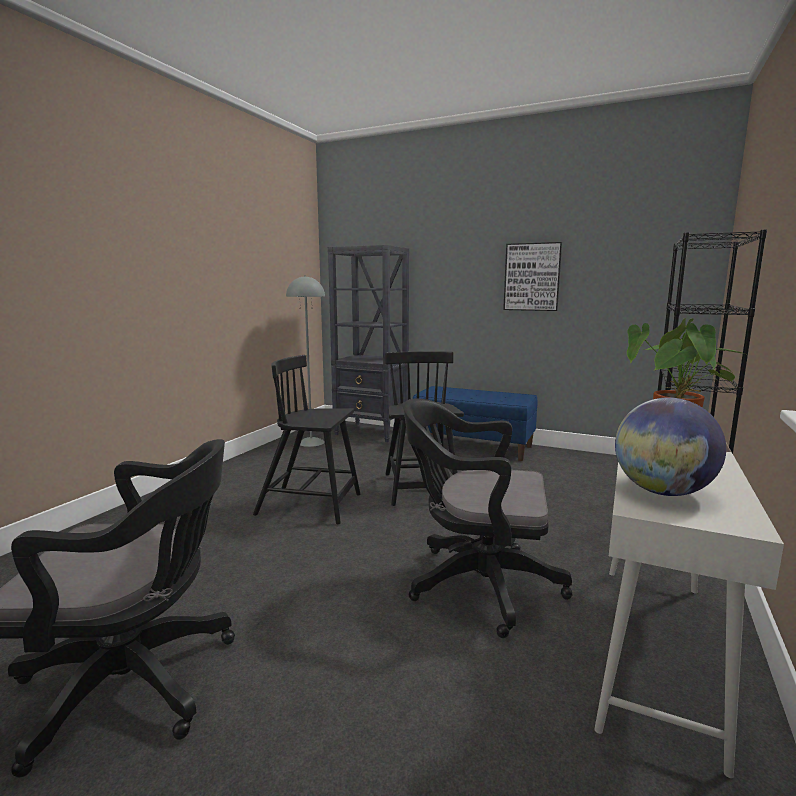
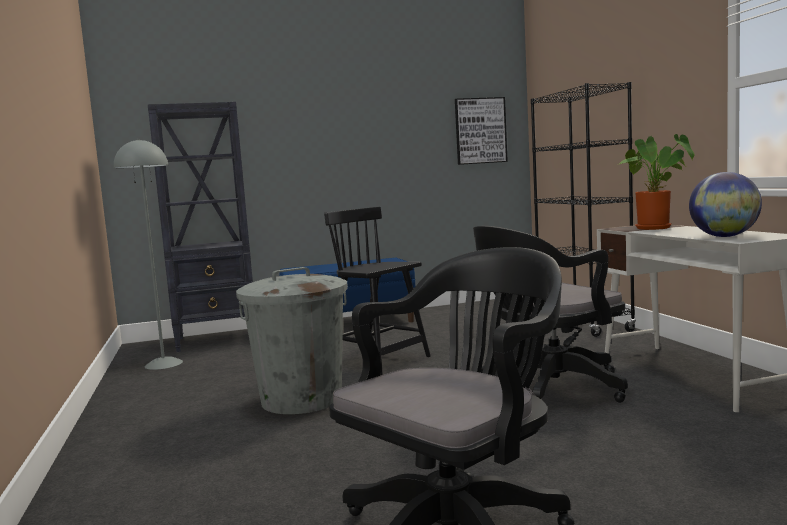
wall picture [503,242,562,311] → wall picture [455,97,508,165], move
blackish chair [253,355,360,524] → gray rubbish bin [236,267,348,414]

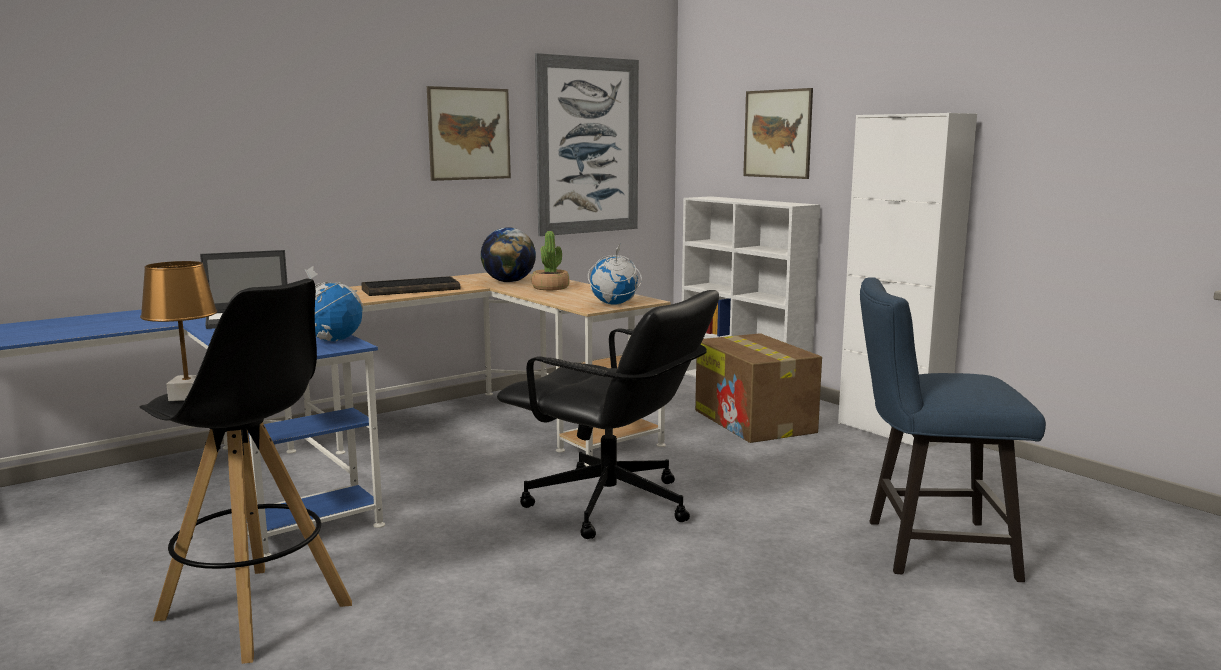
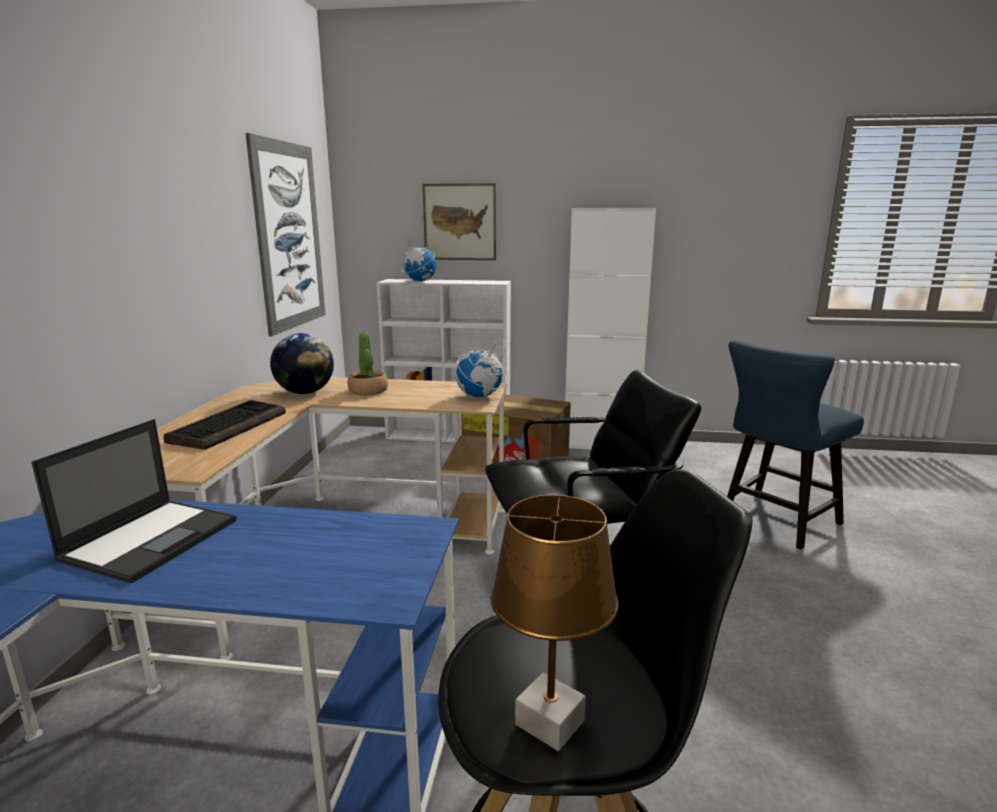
wall picture [427,86,511,181] → -
desk globe [305,266,363,341] → desk globe [402,237,436,281], move

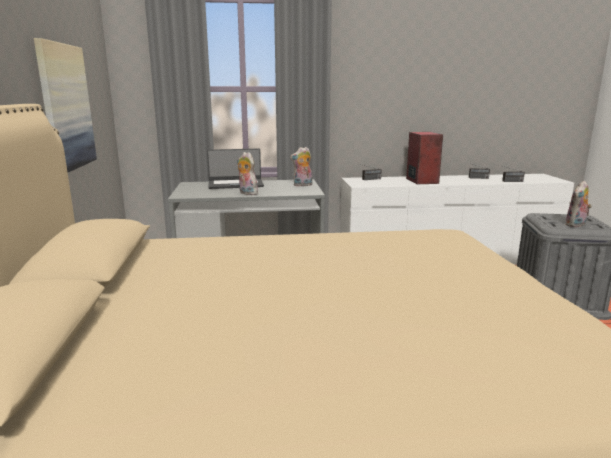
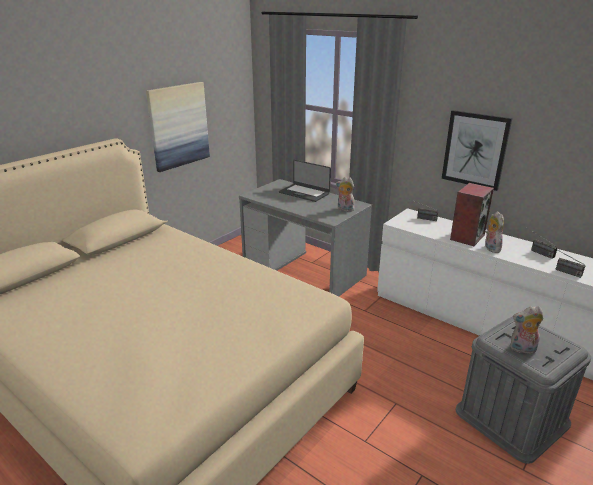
- → wall picture [442,110,512,191]
plush toy [237,152,258,195] → plush toy [485,211,504,253], move

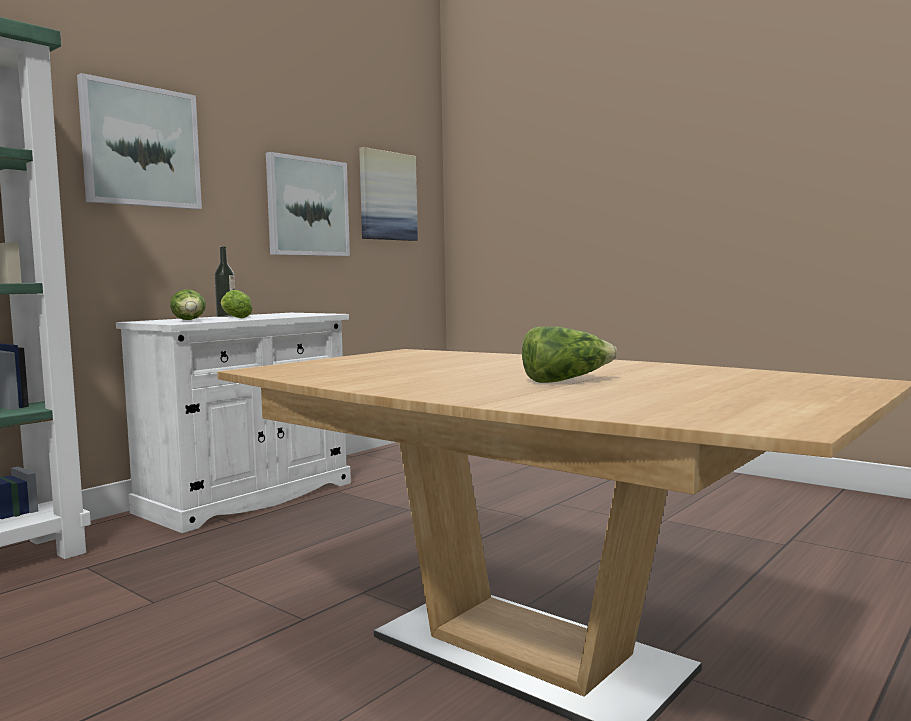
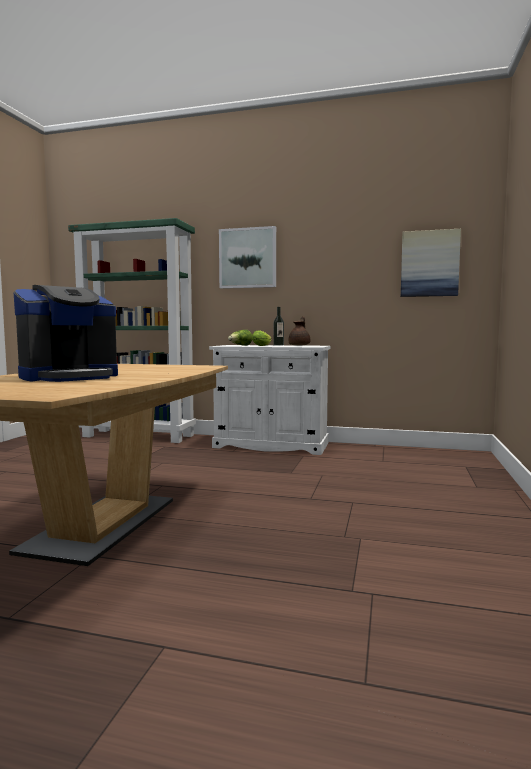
wall picture [266,152,350,256] → -
- → brown teapot [289,316,311,346]
lettuce head [522,327,617,383] → coffee brewer [14,285,118,382]

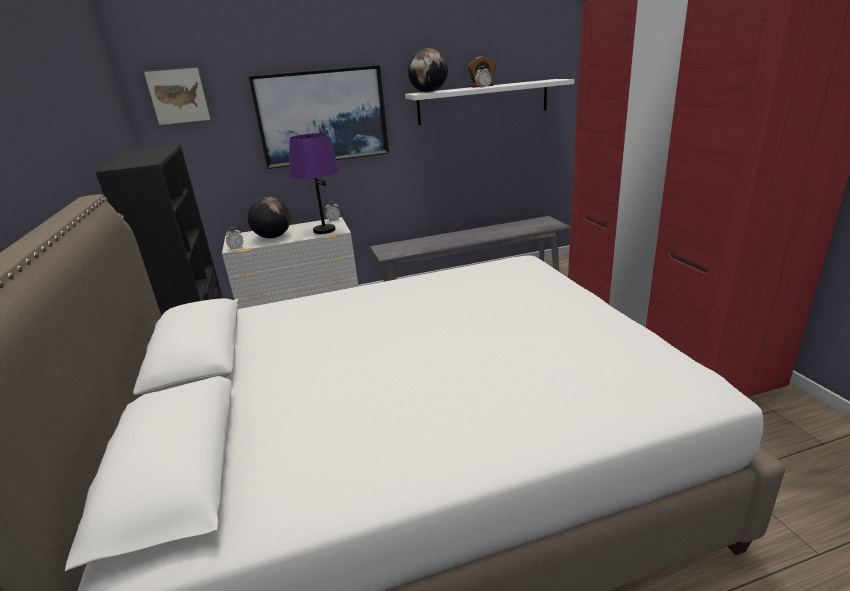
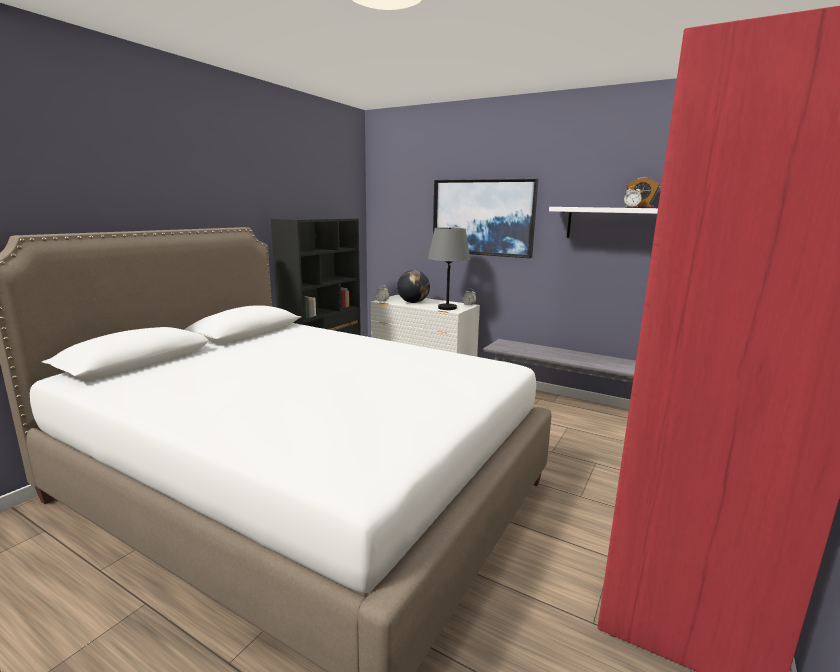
wall picture [142,66,212,126] → -
desk globe [408,48,448,92] → -
purplish lamp for a table [289,133,340,234] → gray lamp for a table [428,227,470,310]

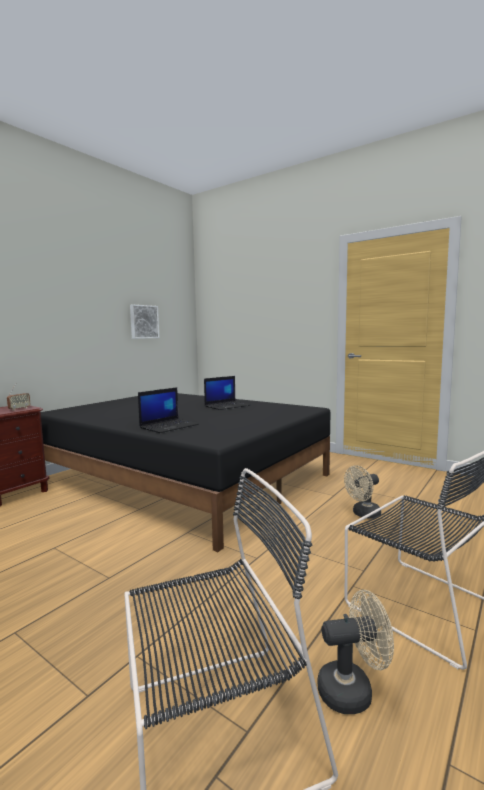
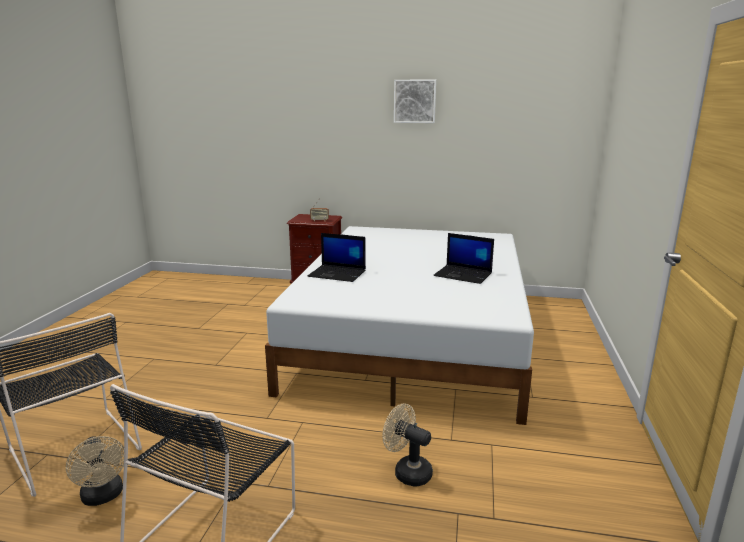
wall picture [130,304,160,339] → wall picture [394,80,436,123], move
blackish bedroom bed [41,393,330,552] → white bedroom bed [265,226,534,425]

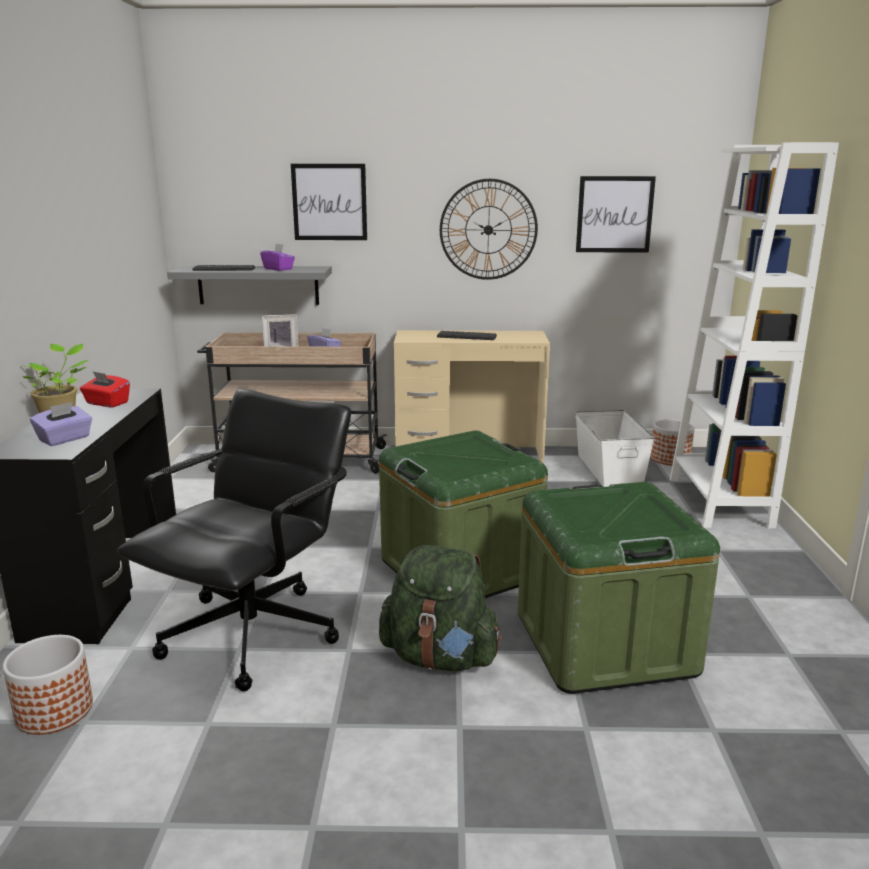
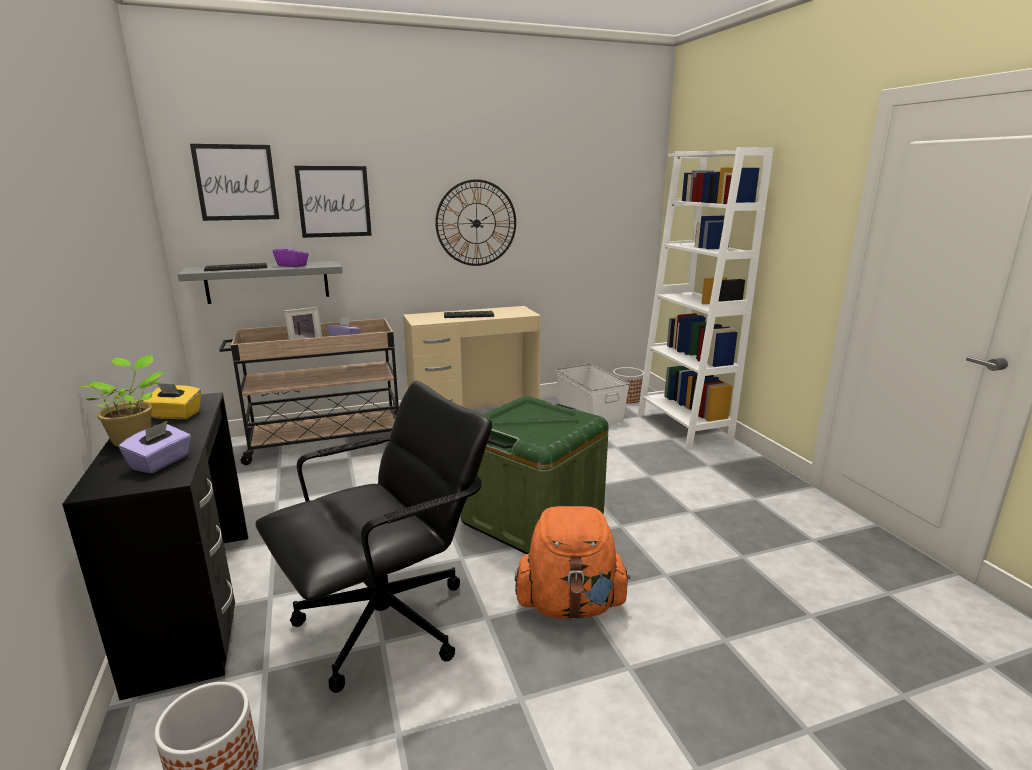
green-coloured storage container [518,482,720,694] → -
wall picture [576,176,656,253] → wall picture [190,144,279,221], move
reddish box of tissues [80,371,130,408] → yellow box of tissues [143,383,201,419]
green-coloured knapsack [379,545,502,671] → orange-coloured knapsack [515,506,631,620]
blackish office chair [117,389,351,691] → blackish office chair [255,381,492,693], 45 degrees clockwise

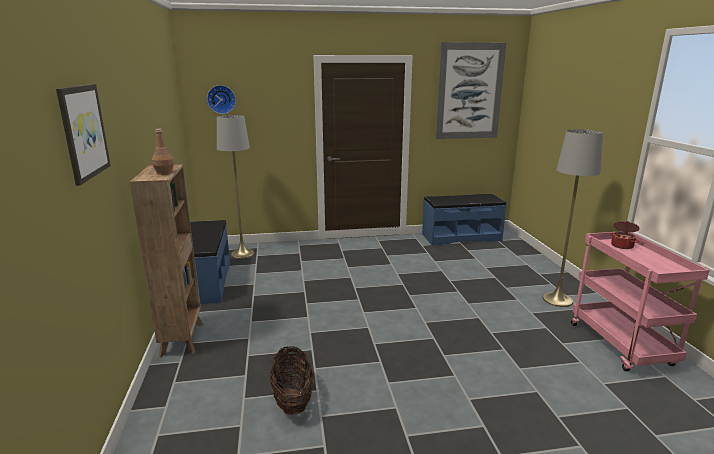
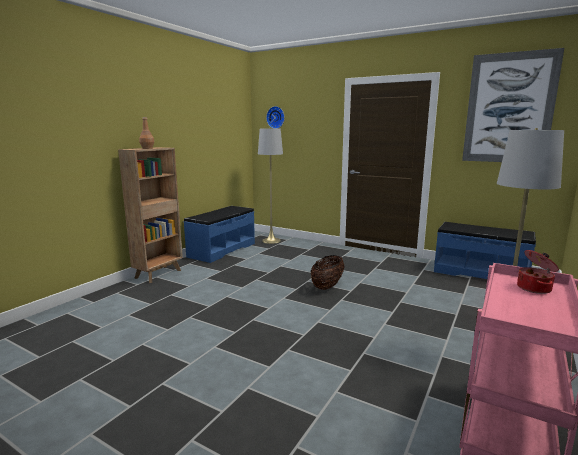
wall picture [56,84,111,186] → -
basket [270,346,313,415] → basket [311,255,345,290], move

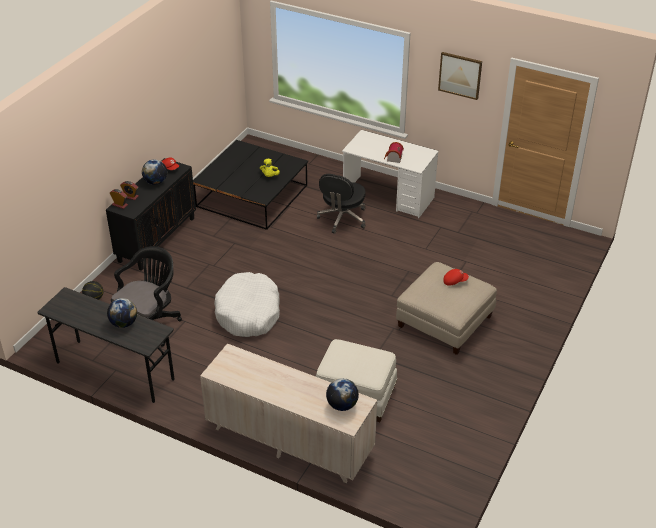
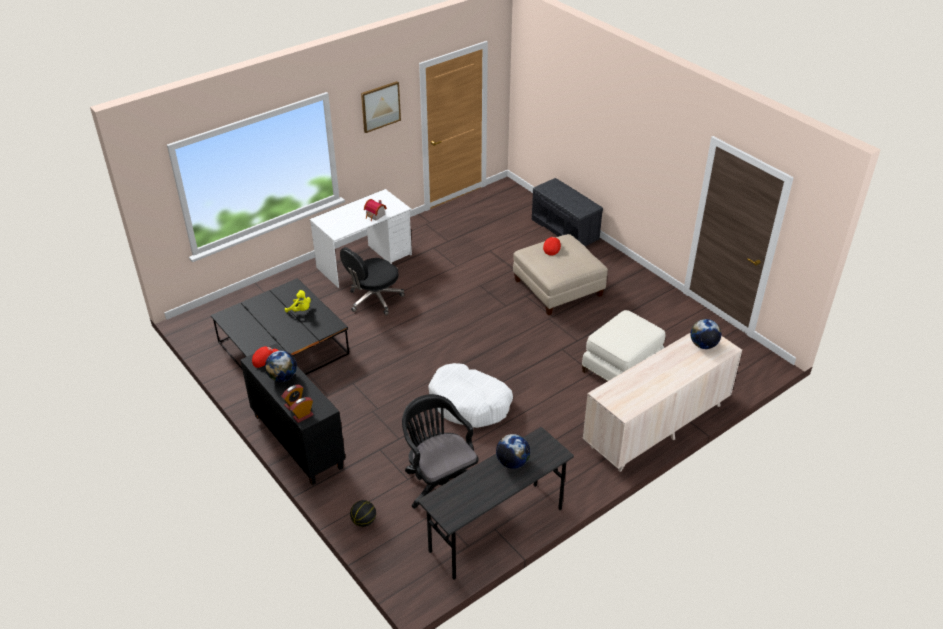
- → gray indoor bench [532,178,603,246]
blackish office chair [317,174,366,234] → blackish office chair [340,247,405,315], 90 degrees clockwise

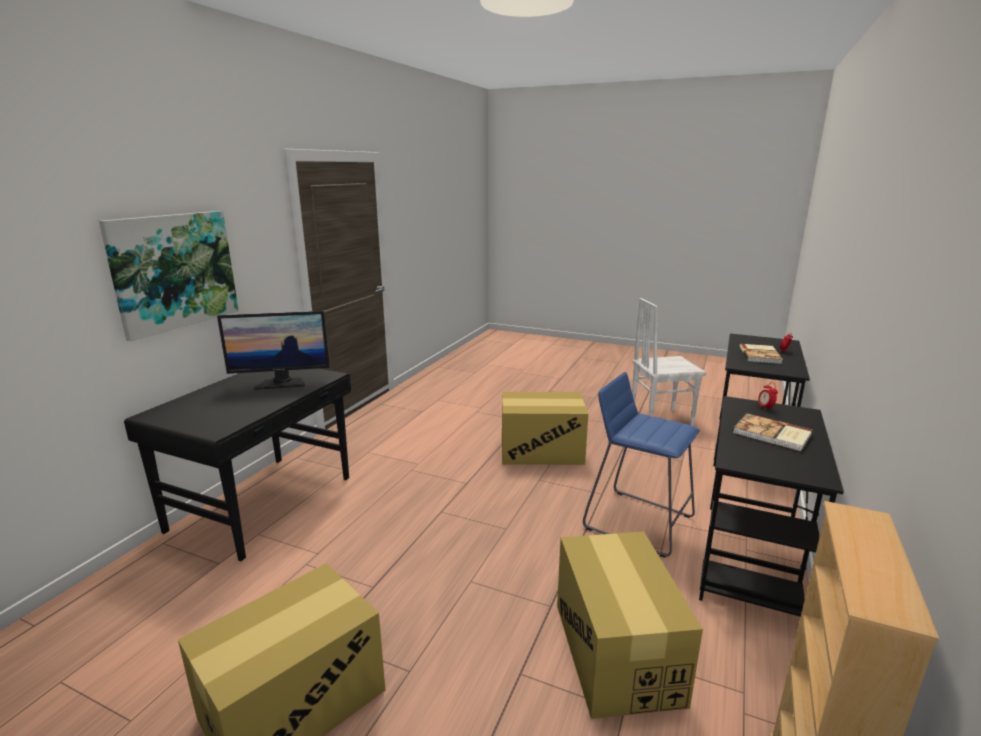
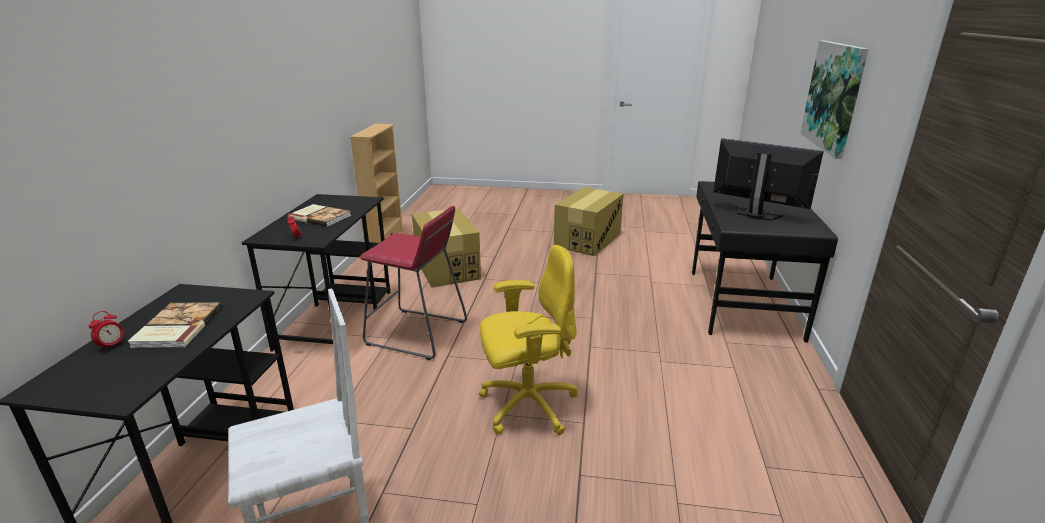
carton [502,392,588,465] → yellow office chair [479,245,578,435]
blue stool [583,372,700,558] → reddish stool [359,206,467,360]
computer screen [217,311,330,389] → computer screen [713,138,824,221], 60 degrees clockwise

